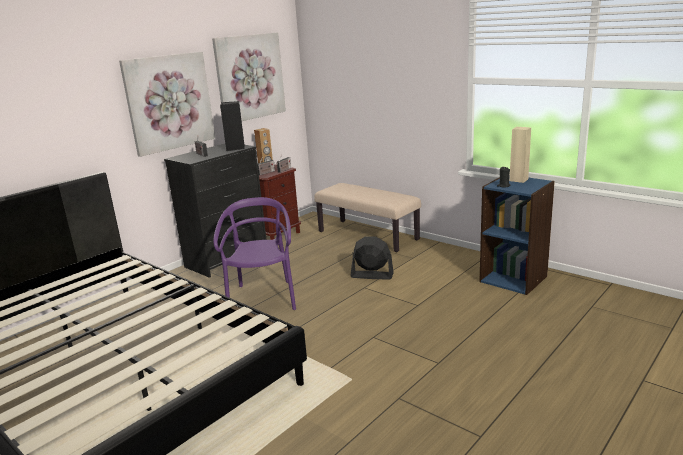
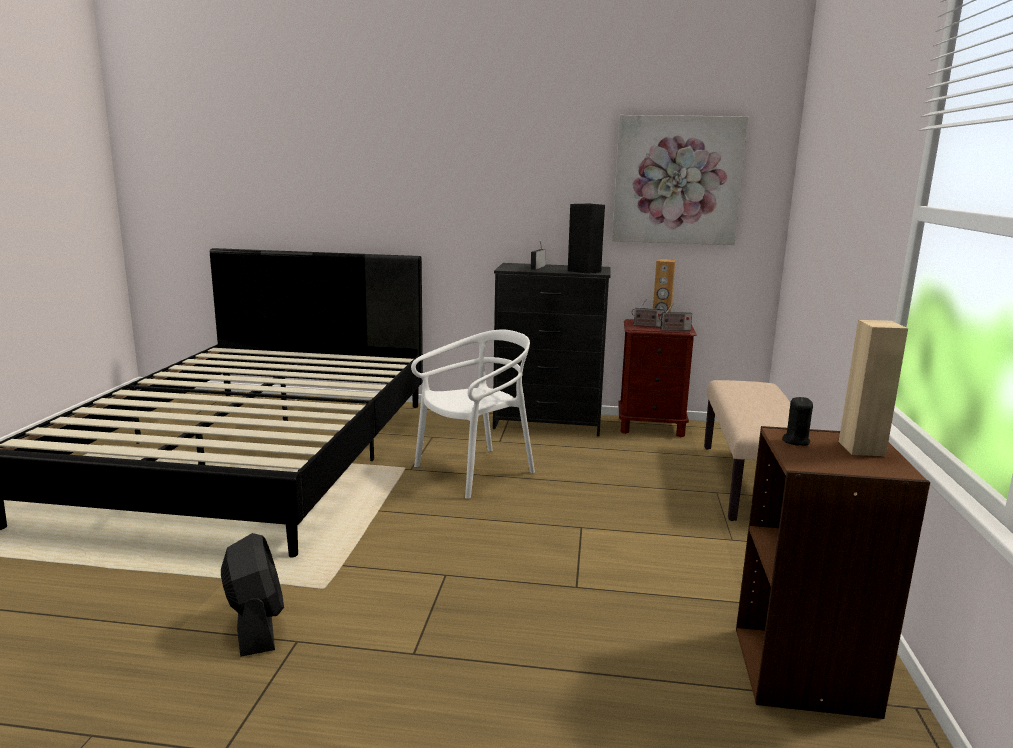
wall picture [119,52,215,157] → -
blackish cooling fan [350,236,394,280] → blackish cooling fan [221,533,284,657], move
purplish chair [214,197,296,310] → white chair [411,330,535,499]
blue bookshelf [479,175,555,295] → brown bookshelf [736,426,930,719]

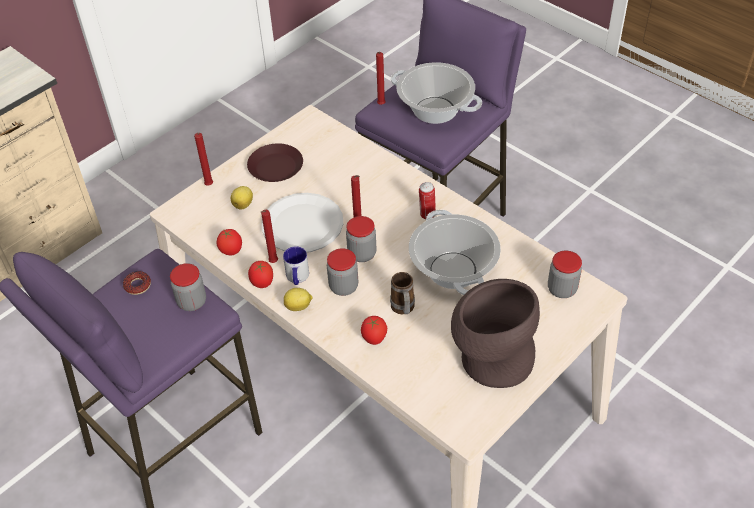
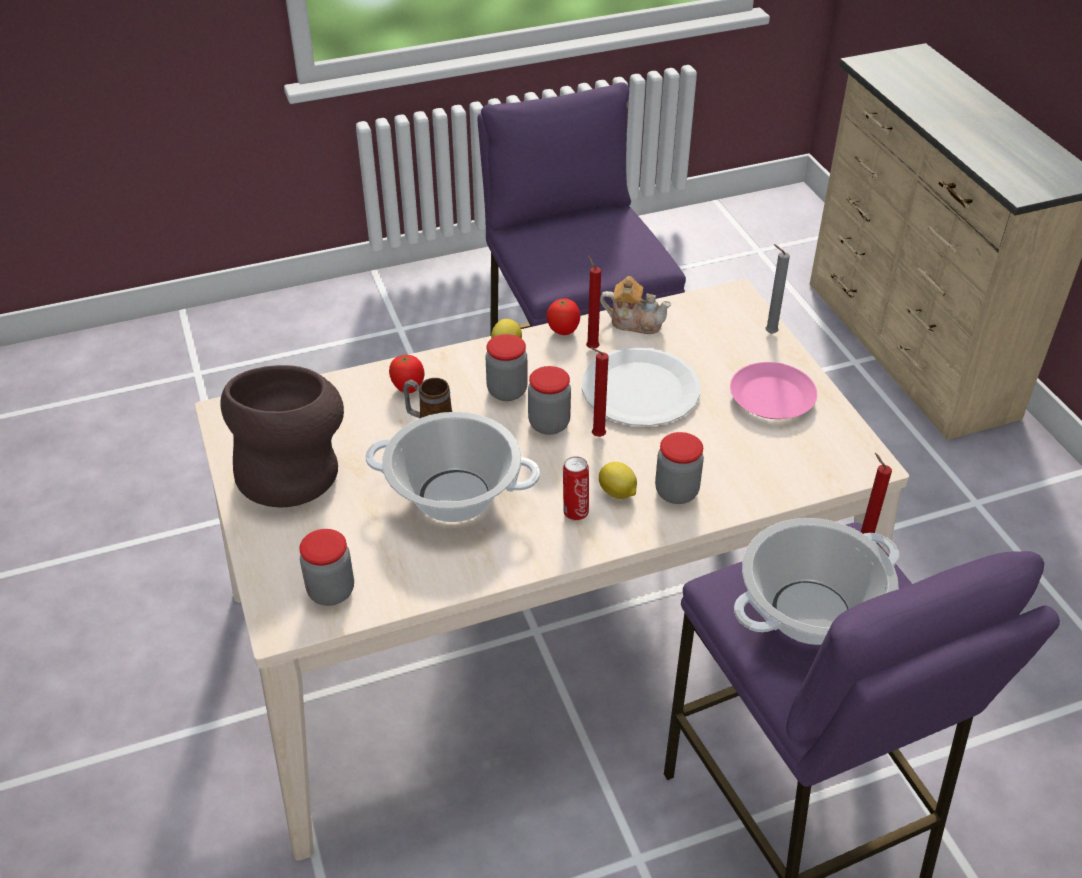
doughnut [123,271,151,295] → -
mug [283,246,309,285] → -
storage jar [170,263,206,311] → storage jar [655,432,704,504], move
citrus fruit [230,186,253,210] → citrus fruit [599,462,637,499], move
whole tomato [217,229,242,255] → teapot [600,276,672,334]
reddish wax light [194,133,213,185] → gray wax light [765,244,790,334]
brown plate [247,143,303,182] → pink plate [730,362,817,419]

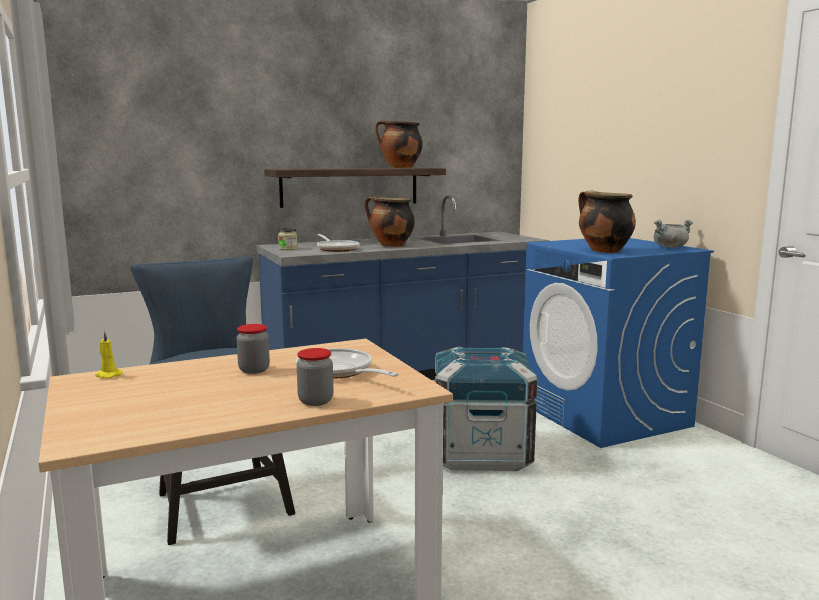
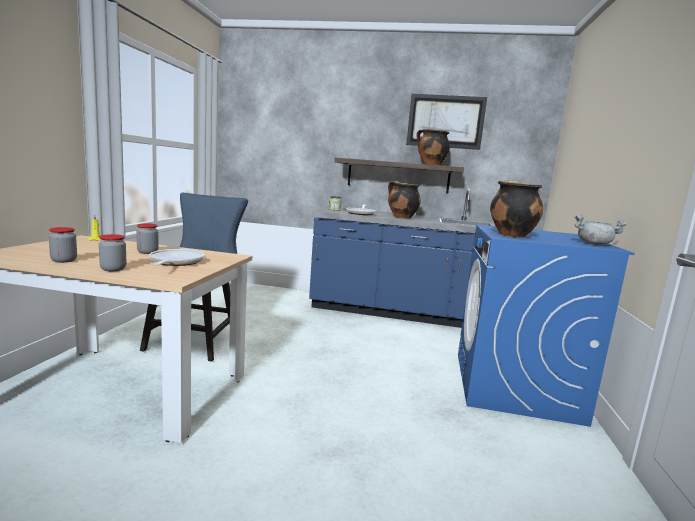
crate [435,347,538,471] → -
- → storage jar [49,227,77,263]
- → wall picture [406,94,487,150]

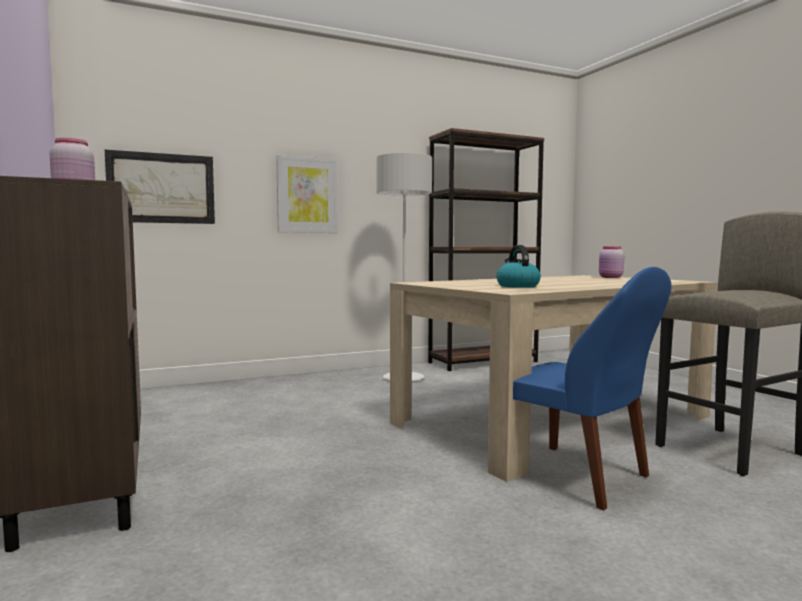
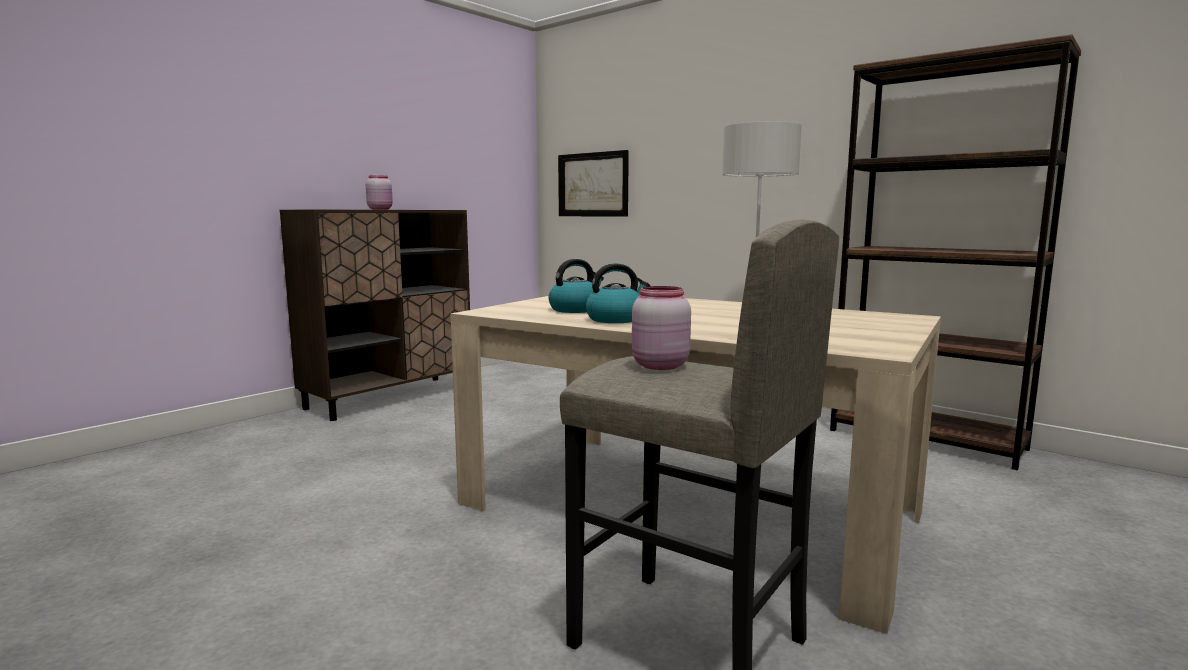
wall picture [276,155,338,233] → -
blue chair [513,267,672,510] → -
- → tea kettle [586,263,650,323]
pink storage jar [599,246,624,278] → pink storage jar [632,286,691,370], move

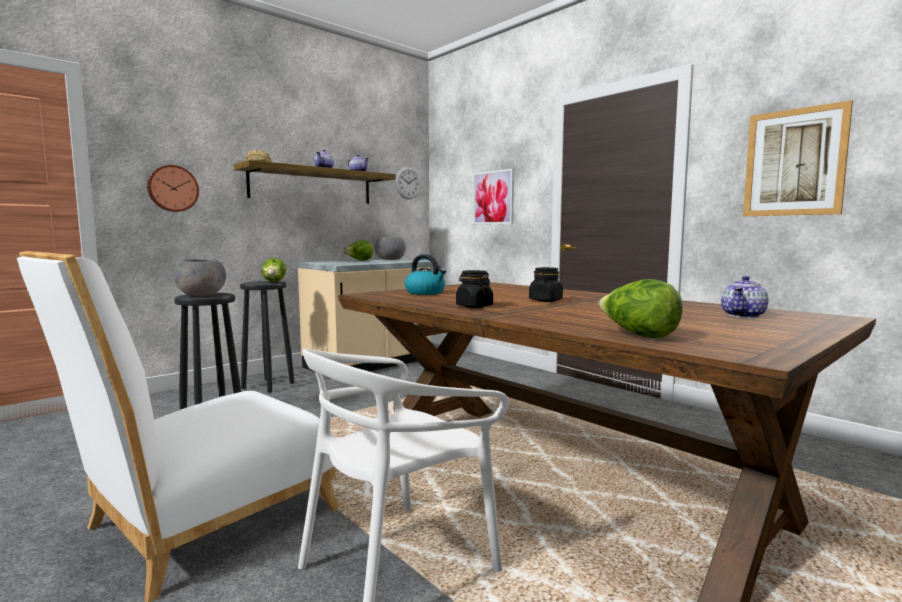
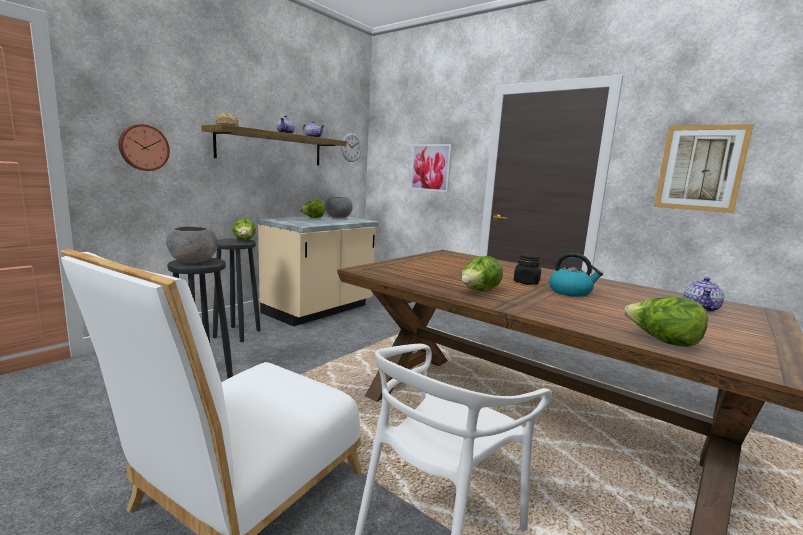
tea kettle [405,254,446,295] → tea kettle [549,253,603,297], move
blackish storage jar [456,270,493,308] → lettuce head [461,256,503,291]

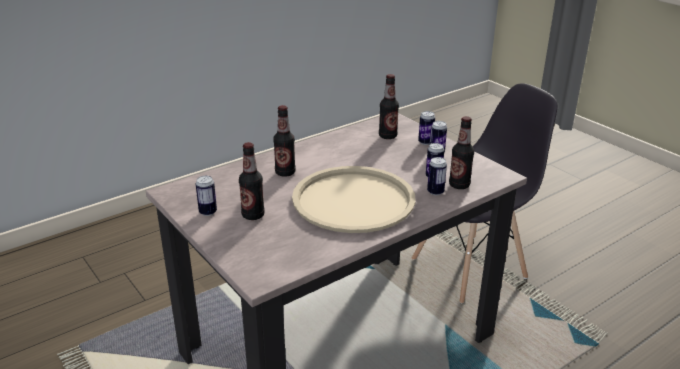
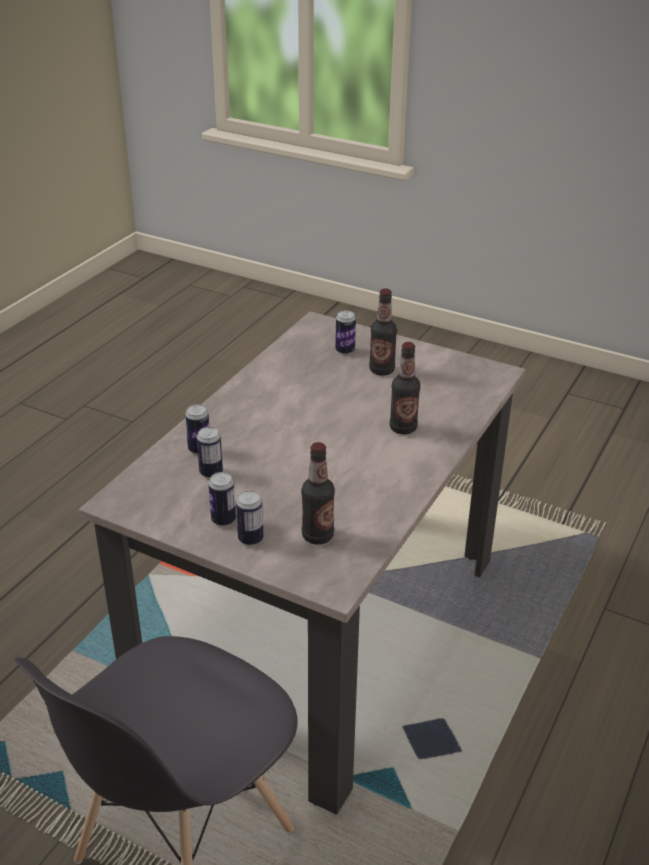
beige carrying tray [292,166,416,233] → -
drink bottle [449,116,474,189] → -
sealed can [196,176,217,216] → sealed can [335,310,356,355], move

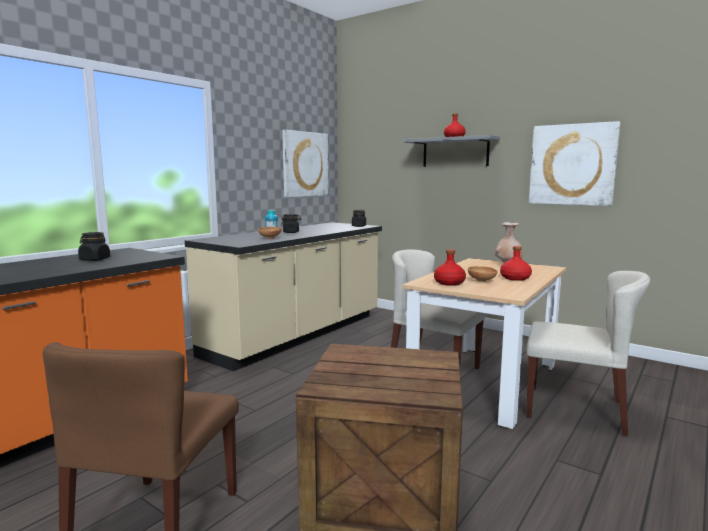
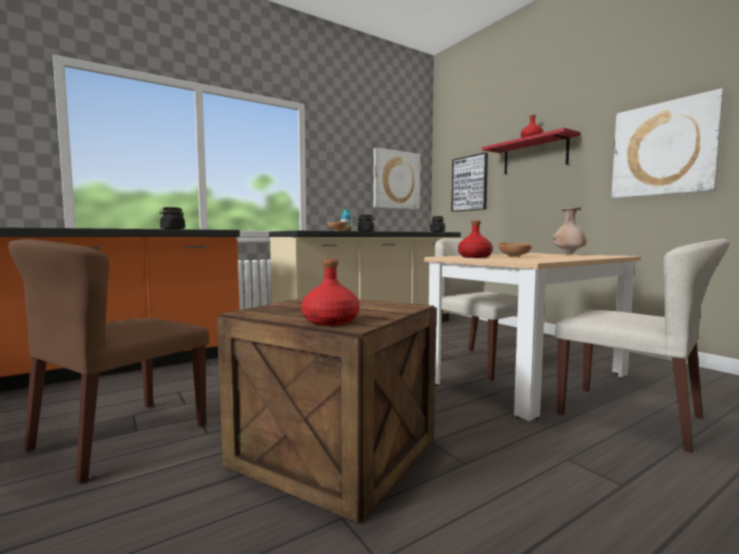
- → wall picture [451,152,488,212]
reddish drink bottle [500,246,532,281] → reddish drink bottle [302,259,360,326], move
gray bracket shelf [403,135,500,167] → reddish bracket shelf [482,128,581,174]

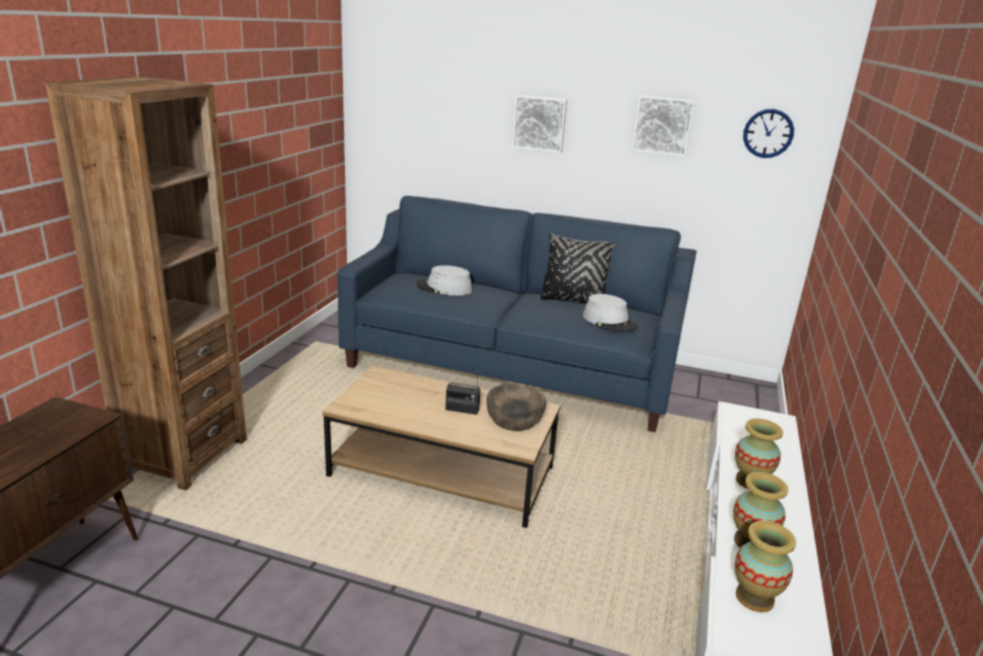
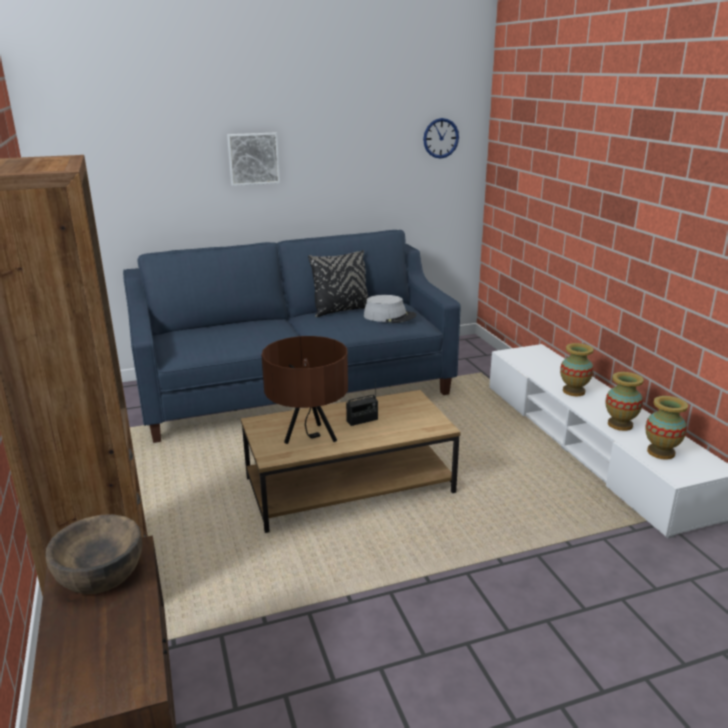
gray hat [416,265,472,296] → -
wall picture [632,95,695,157] → -
- → brown lamp for a table [262,336,348,444]
brown bowl [486,383,546,431] → brown bowl [46,514,142,594], move

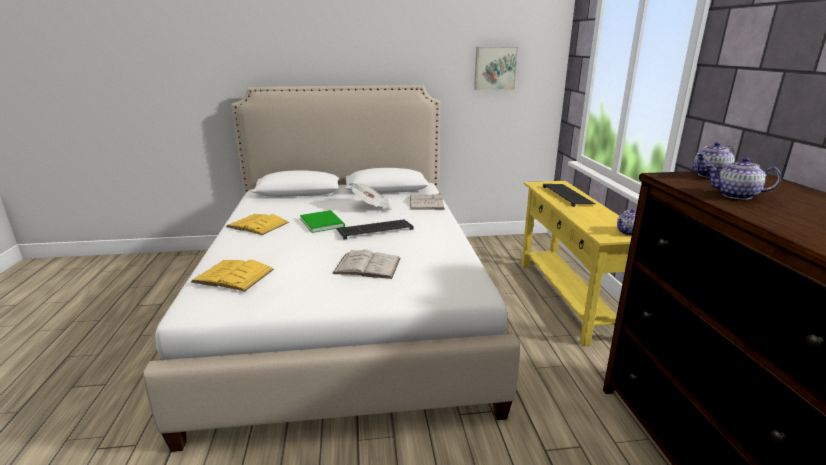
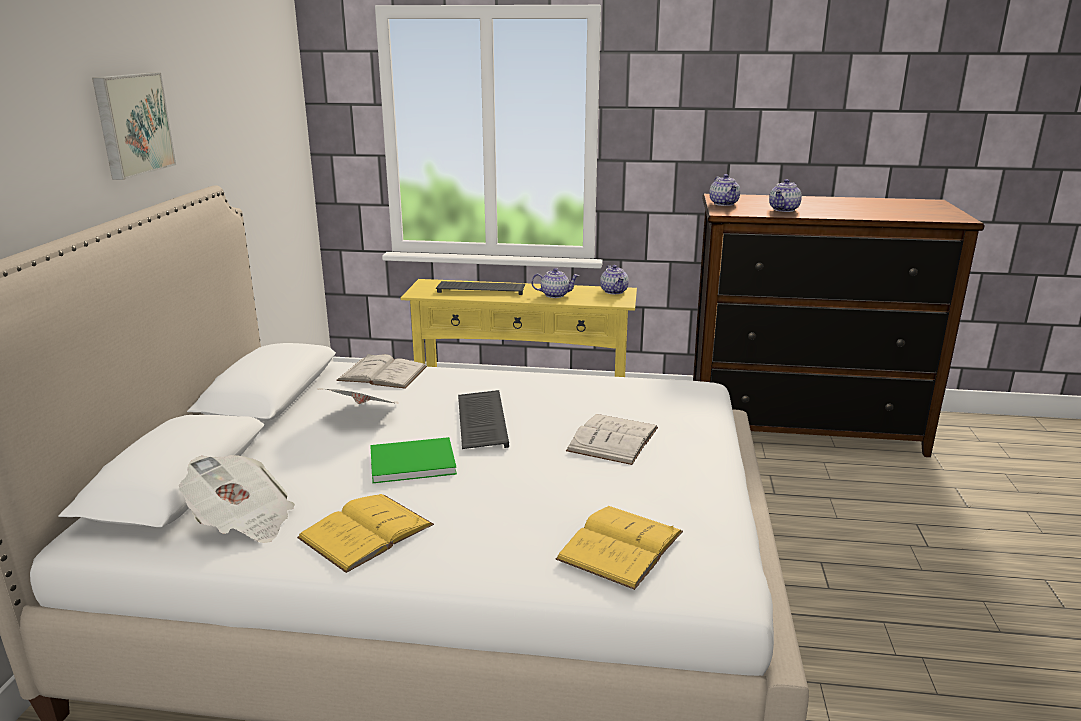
- → printed paper [179,455,295,543]
- → teapot [531,268,579,298]
wall picture [474,47,518,90] → wall picture [92,72,176,180], move

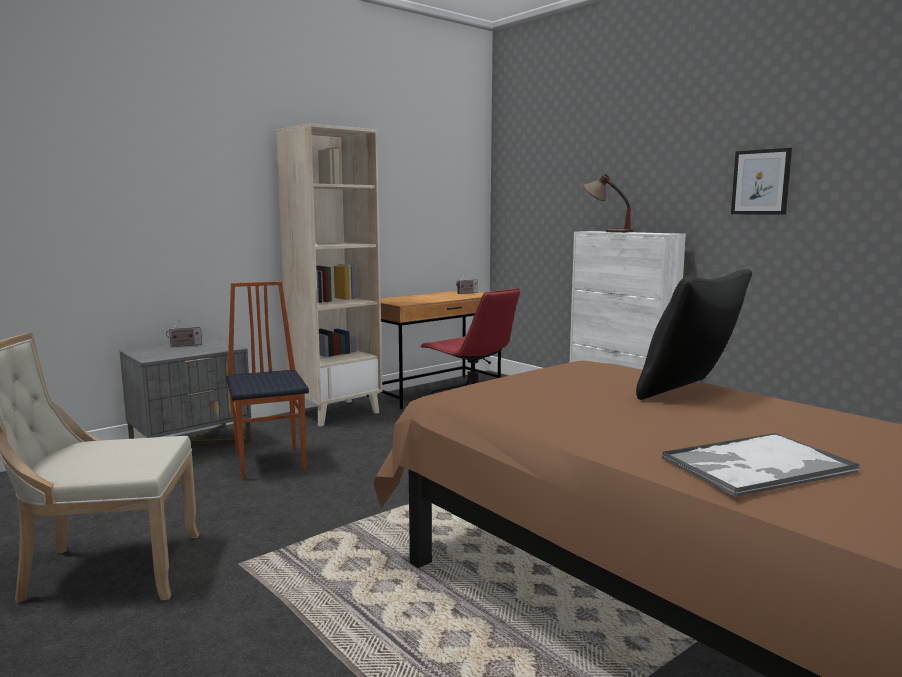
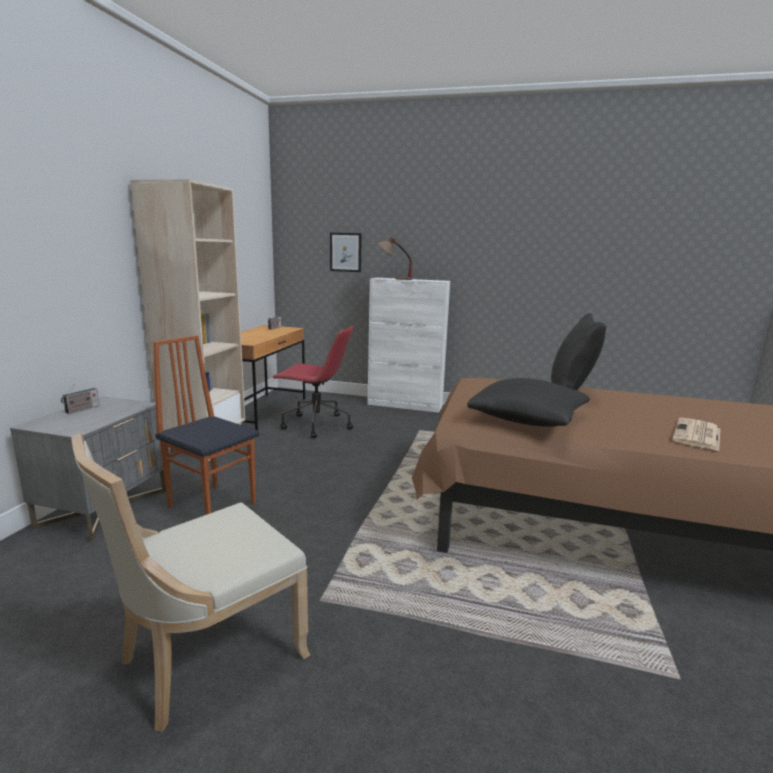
- → blackish throw pillow [467,378,590,427]
wall picture [731,148,792,215] → wall picture [330,233,362,272], move
carrying tray [662,433,860,497] → printed paper [672,418,720,451]

